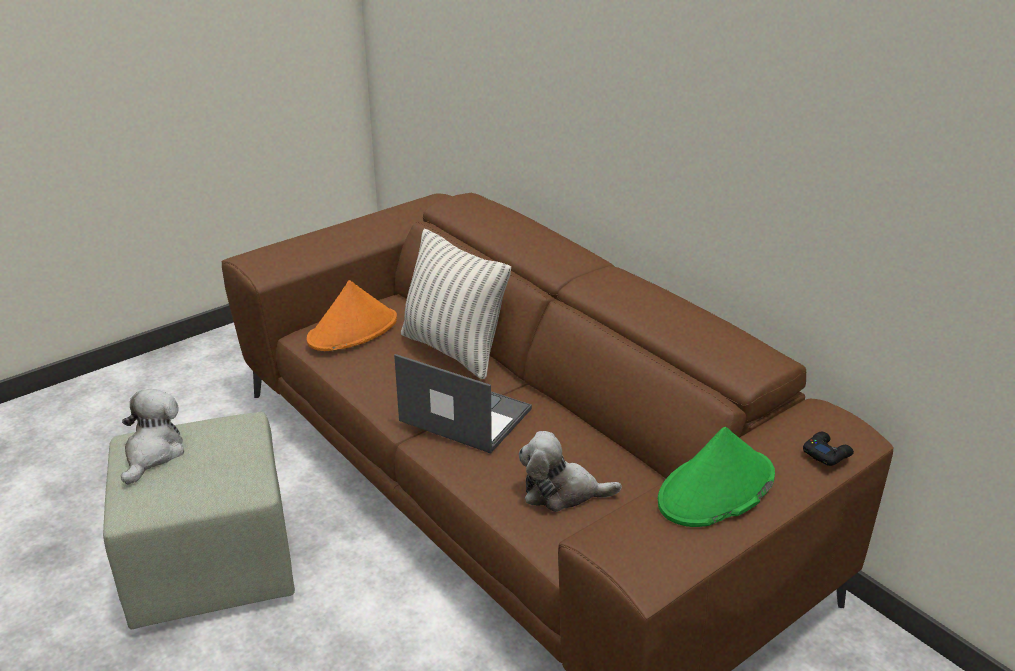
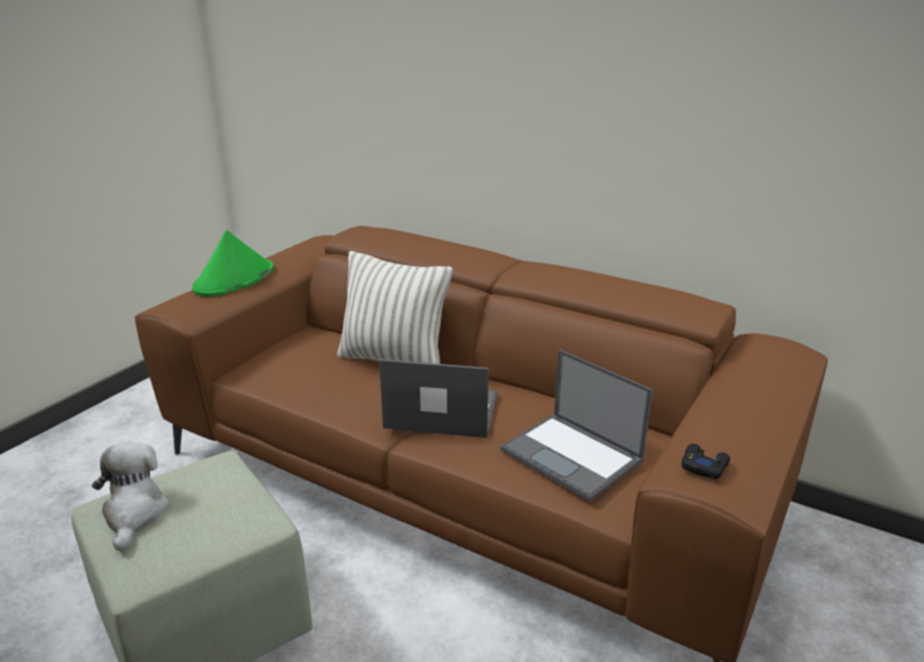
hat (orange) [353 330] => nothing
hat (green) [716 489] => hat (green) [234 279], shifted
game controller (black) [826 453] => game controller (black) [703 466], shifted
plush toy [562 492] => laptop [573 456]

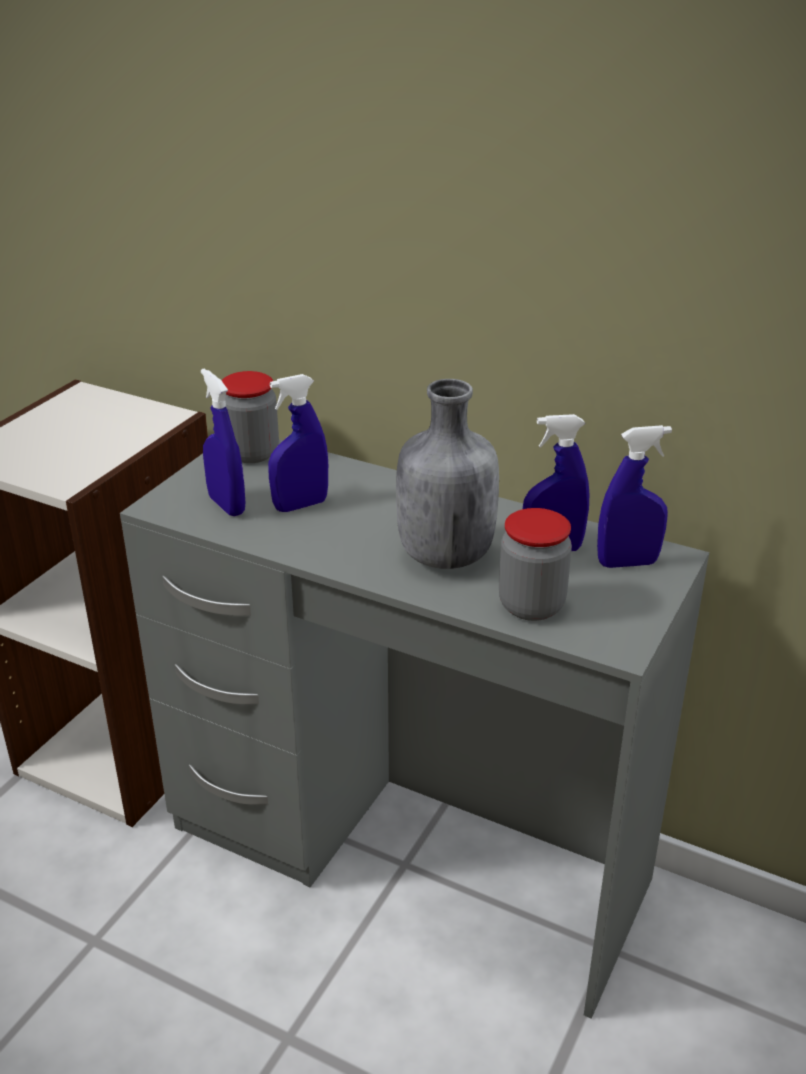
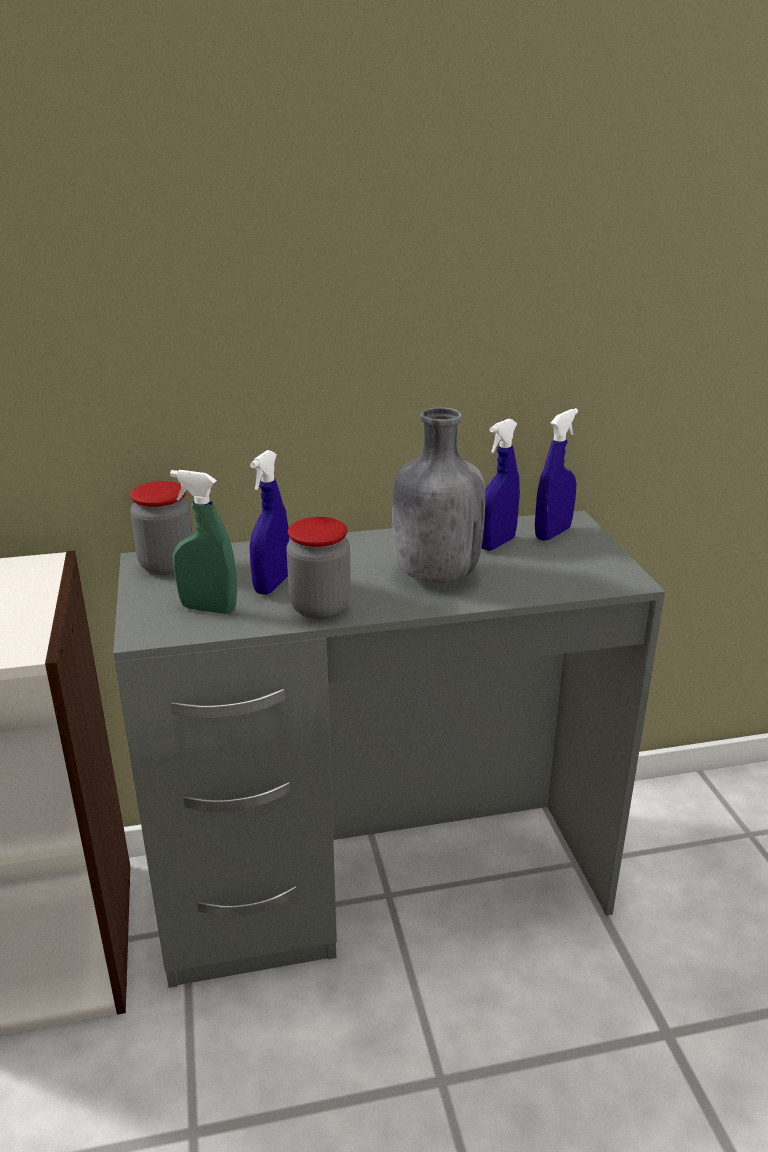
jar [531 605] => jar [320 608], shifted
spray bottle (blue) [226 505] => spray bottle (green) [208 608]

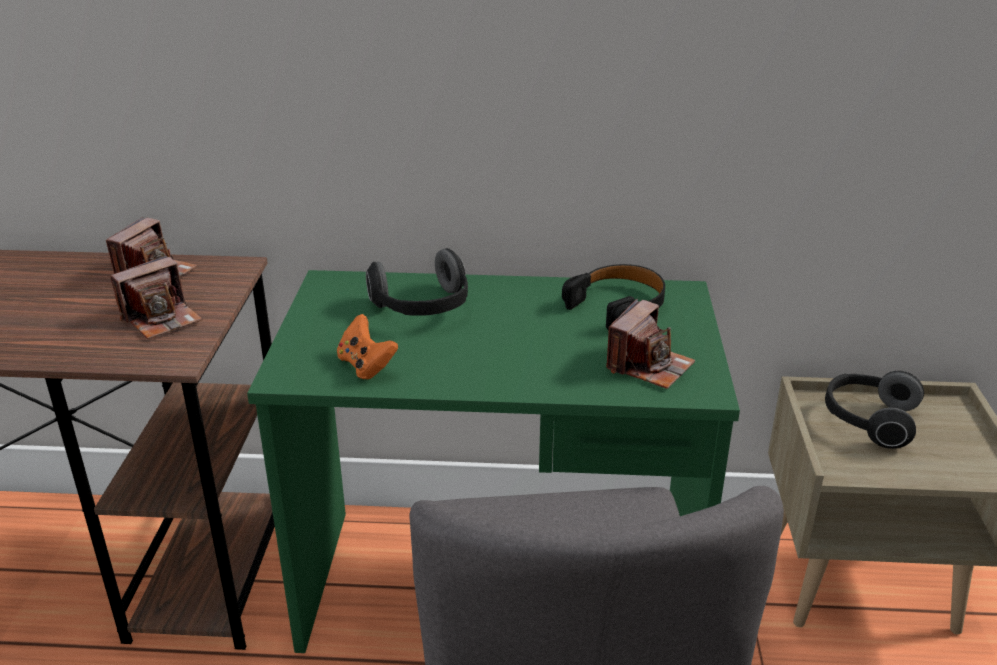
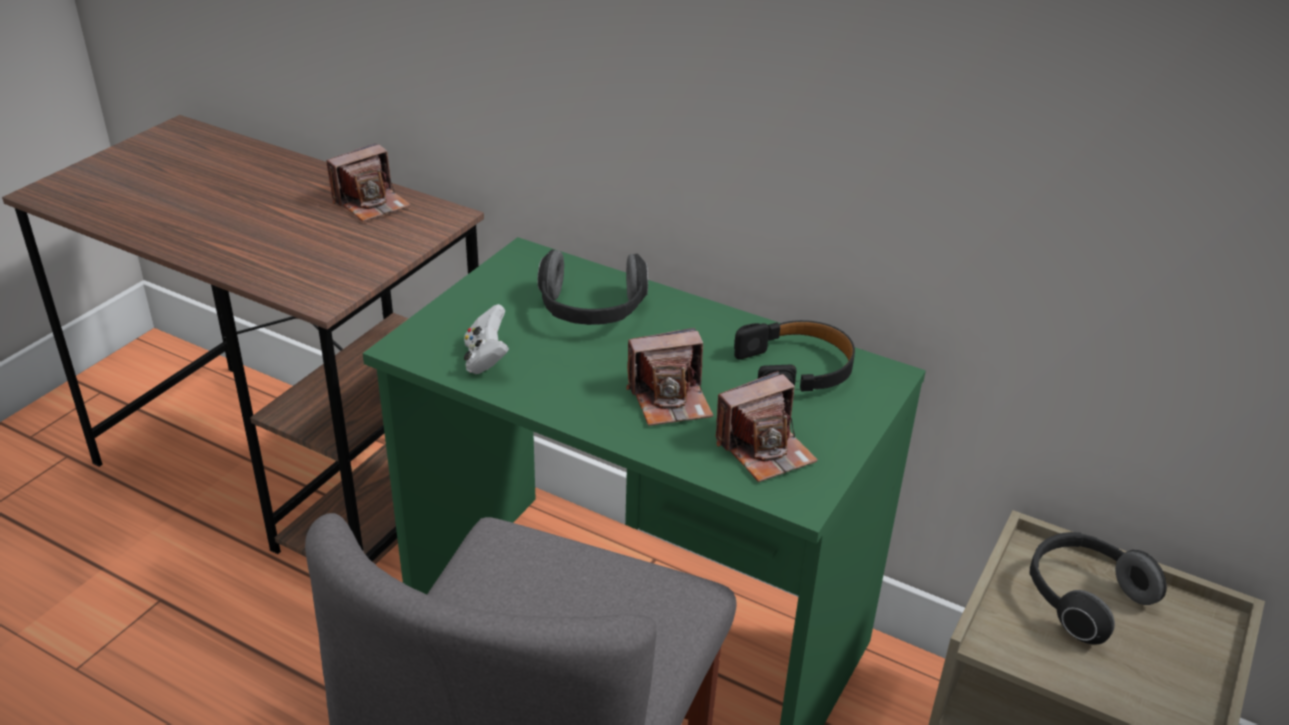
photo camera [162 319] => photo camera [670 400], shifted
game controller (orange) [366 366] => game controller (white) [486 359]

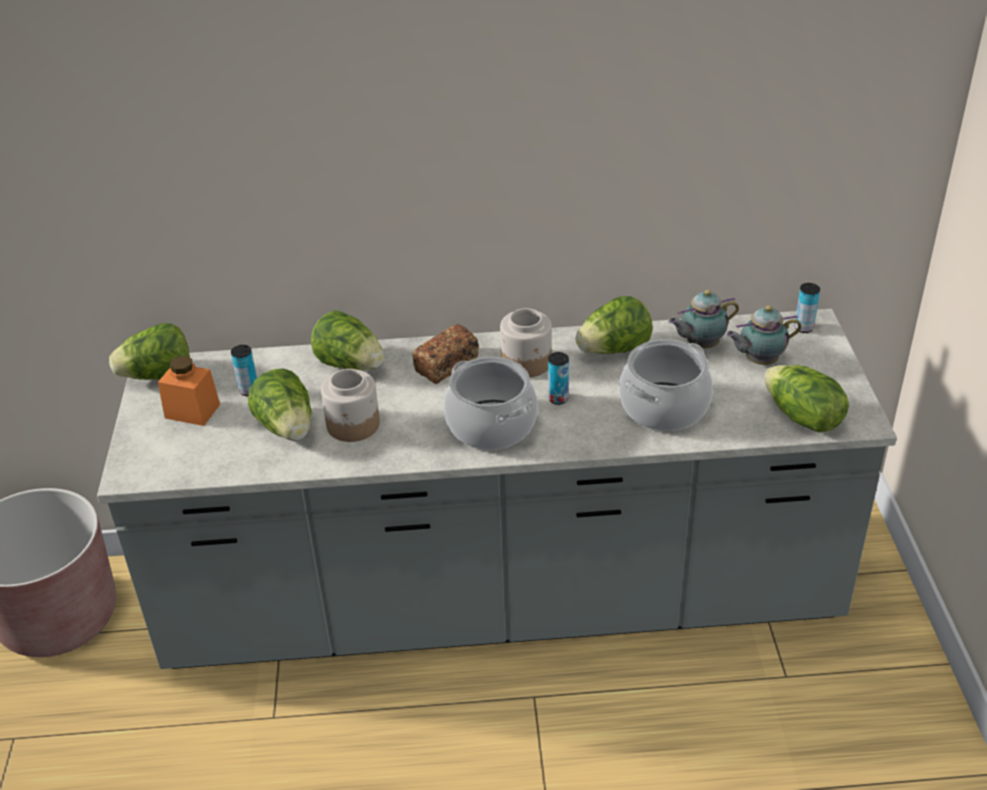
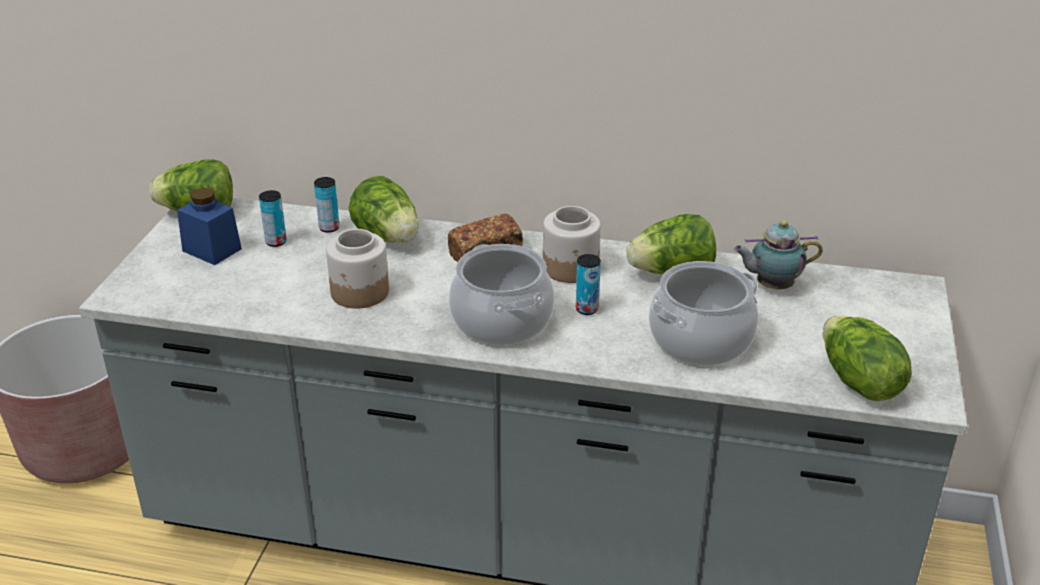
lettuce [287 428] => nothing
teapot [758 361] => nothing
can [803 328] => can [329 228], shifted
jar (orange) [192 411] => jar (blue) [212 250]

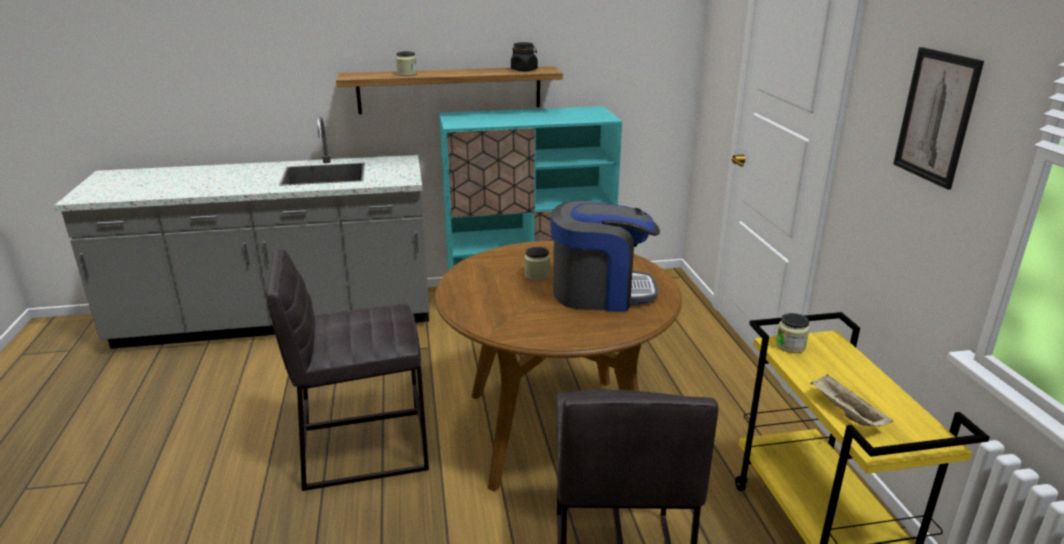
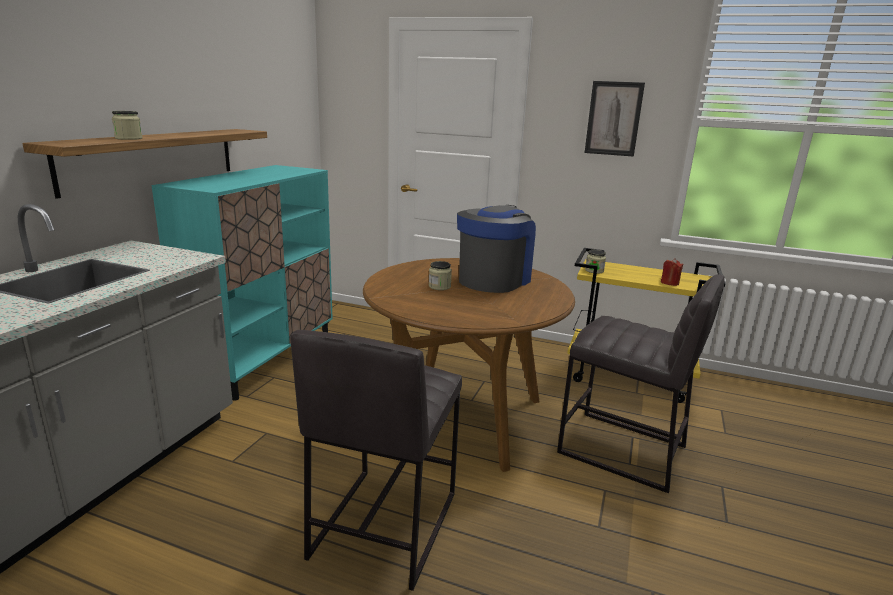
jar (black) [524 70] => nothing
tray (beige) [845 412] => candle (red) [669 283]

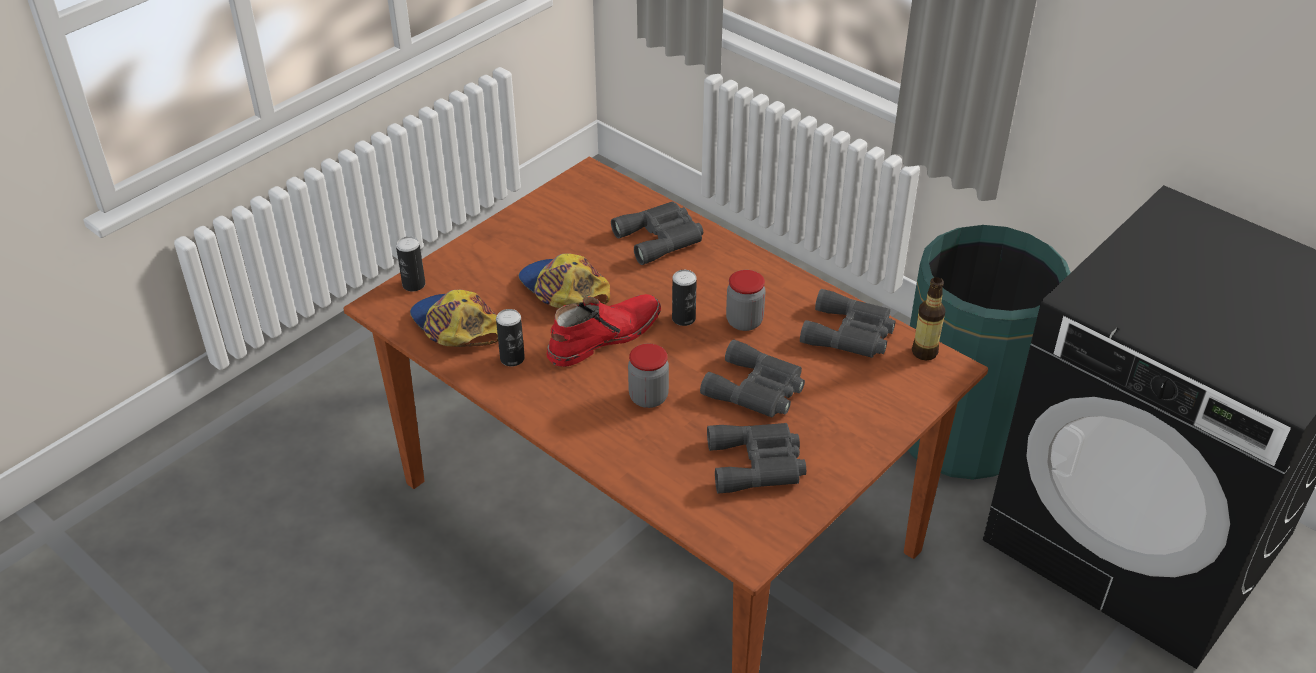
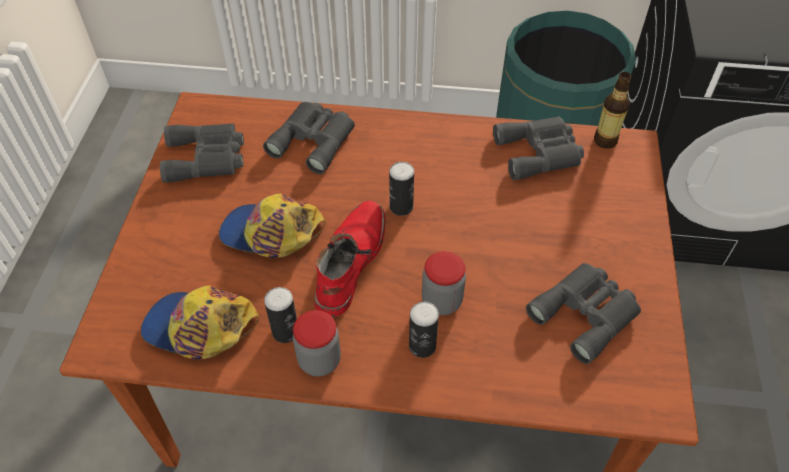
can [414 284] => can [422 346], shifted
binoculars (grey) [757 390] => binoculars (grey) [207 158], shifted
jar [744 321] => jar [319 360], shifted

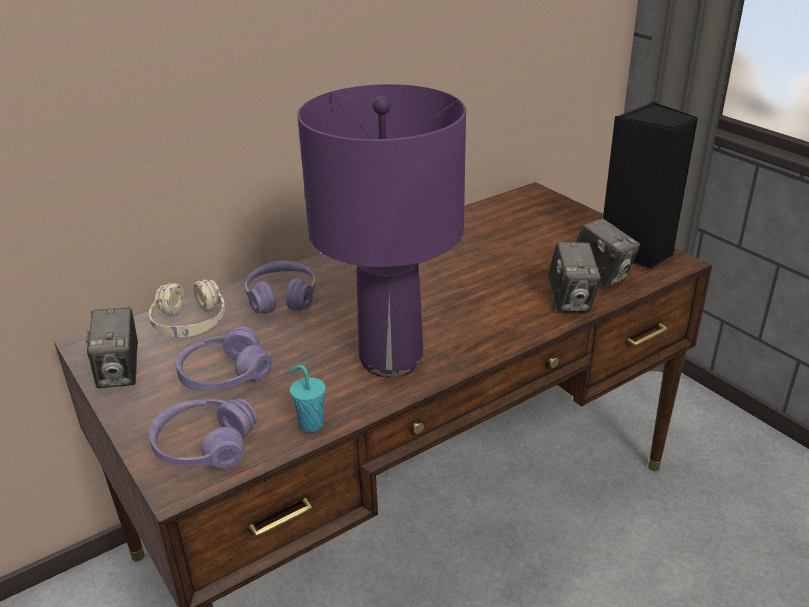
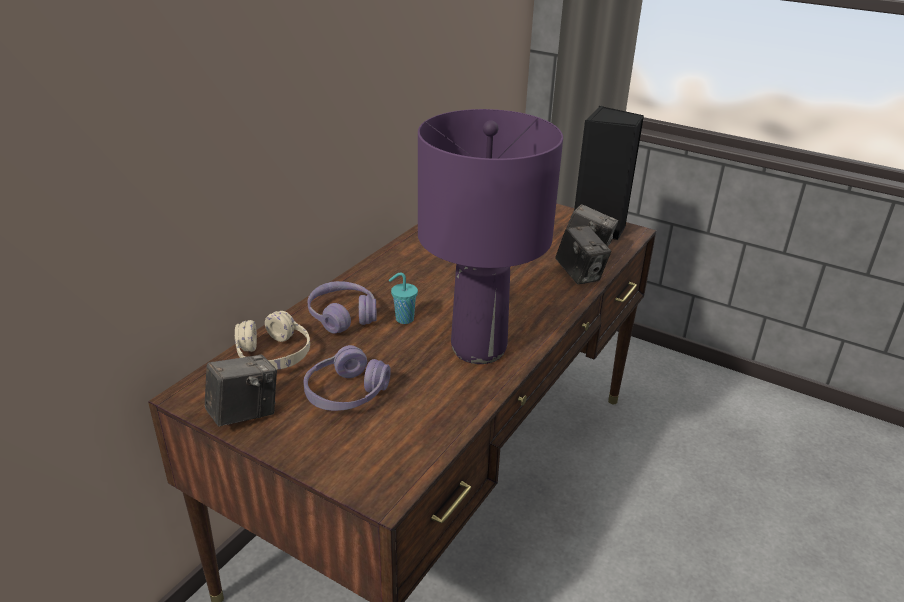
headphones (purple) [204 446] => nothing
cup (turquoise) [310 424] => cup (turquoise) [403 319], shifted
photo camera [120 373] => photo camera [244 414], 90 degrees counterclockwise

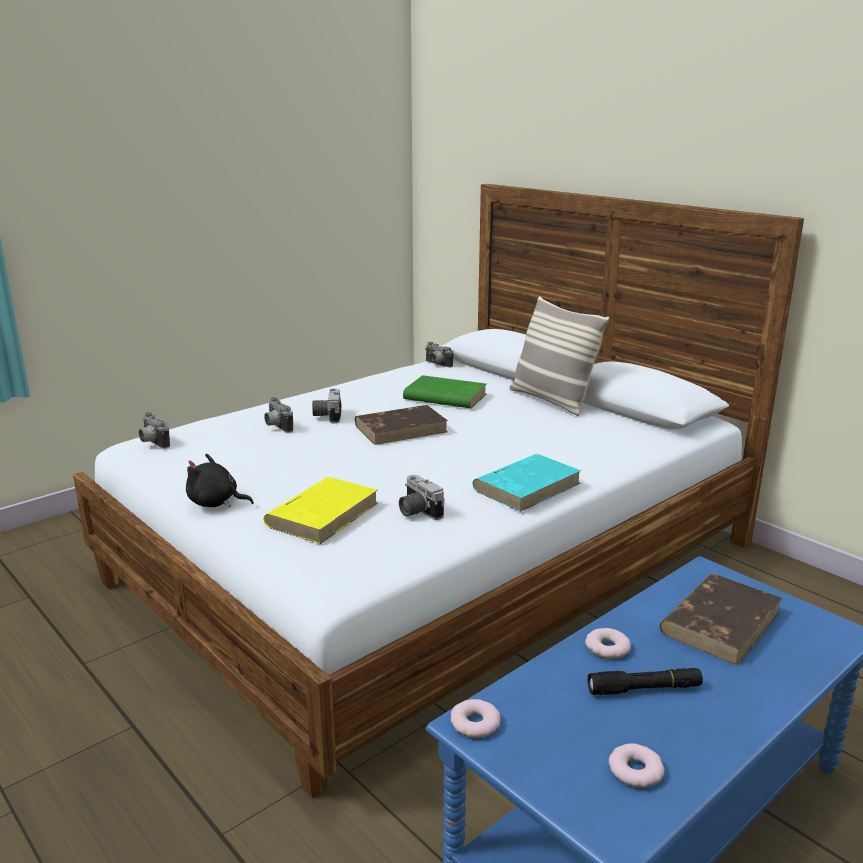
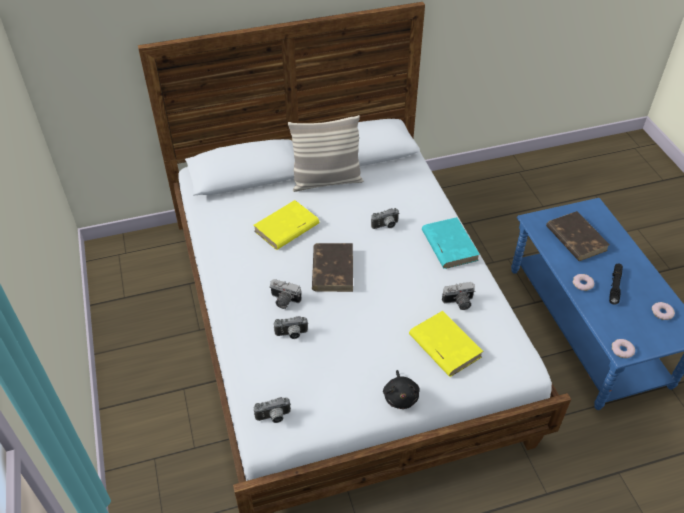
photo camera [436 364] => photo camera [386 226], shifted
book (green) [444 397] => book (yellow) [286 228]
plush toy (black) [216 503] => plush toy (black) [400 396], 45 degrees counterclockwise

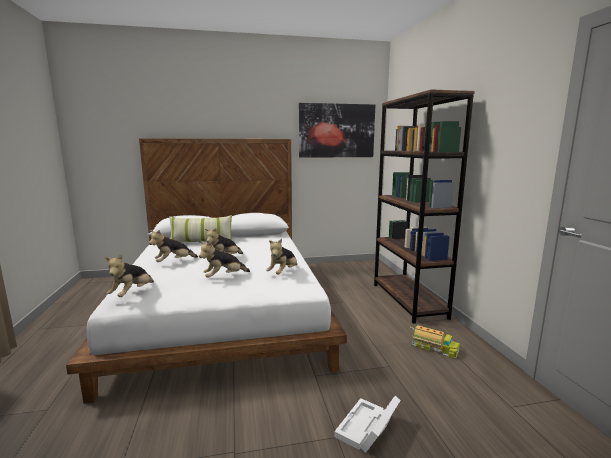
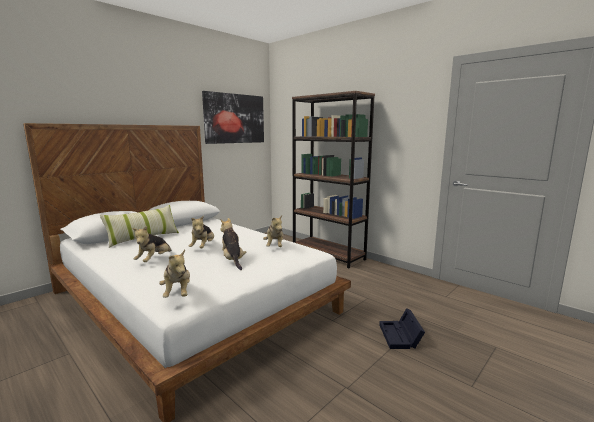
toy truck [434 348] => nothing
storage box (white) [367 430] => storage box (black) [400 337]
plush toy [224 277] => plush toy [233 260], 135 degrees clockwise

